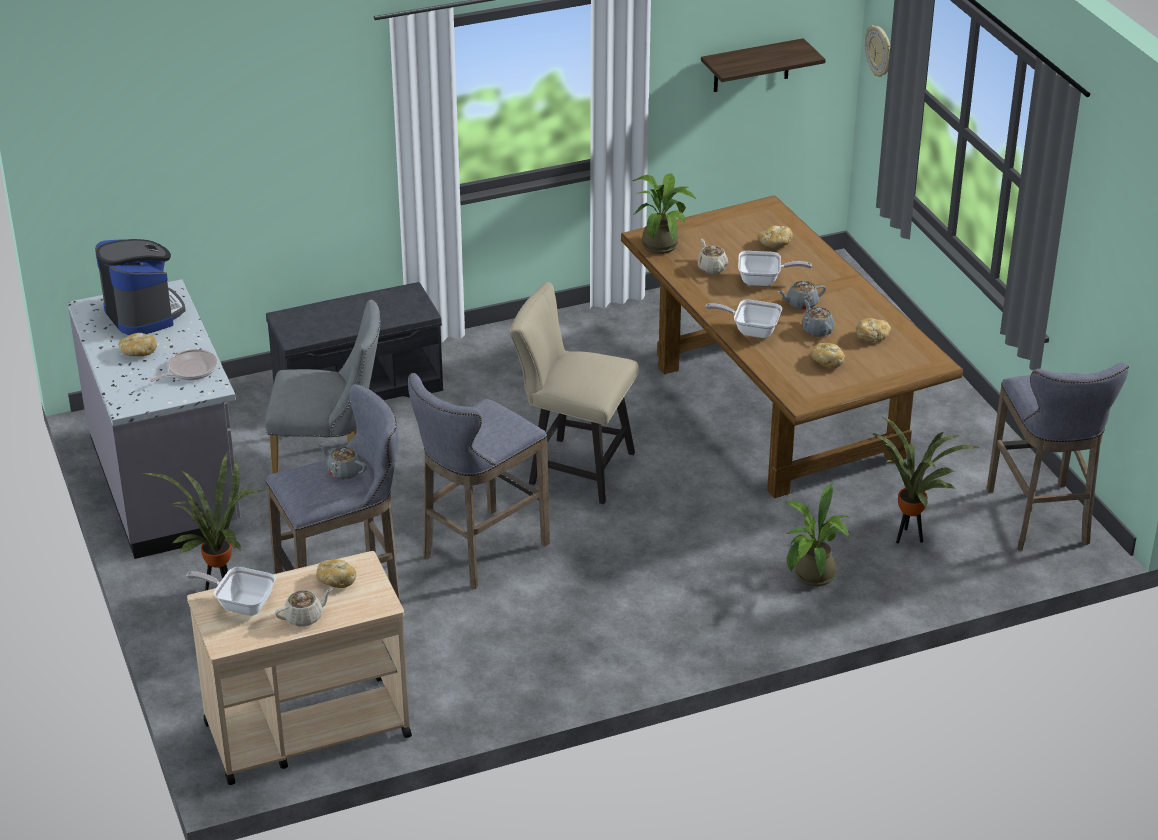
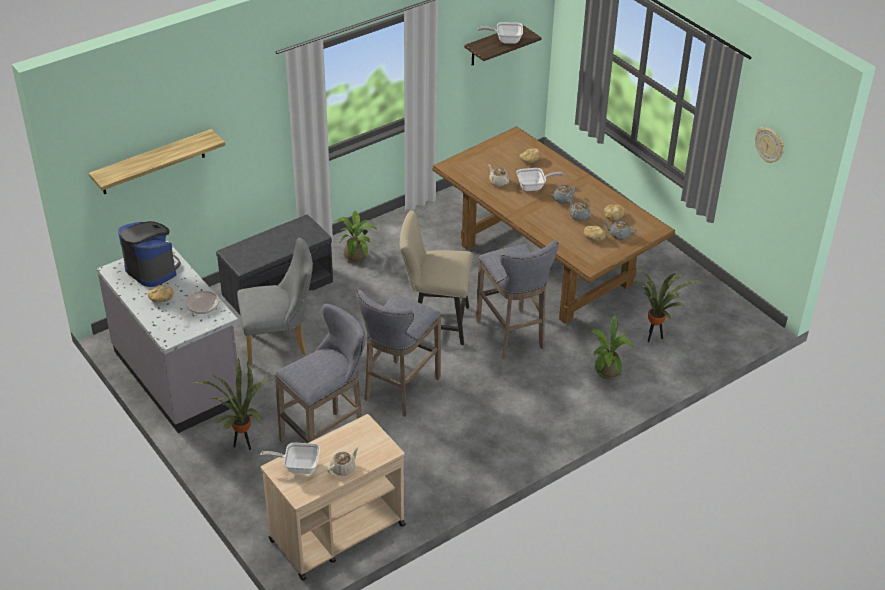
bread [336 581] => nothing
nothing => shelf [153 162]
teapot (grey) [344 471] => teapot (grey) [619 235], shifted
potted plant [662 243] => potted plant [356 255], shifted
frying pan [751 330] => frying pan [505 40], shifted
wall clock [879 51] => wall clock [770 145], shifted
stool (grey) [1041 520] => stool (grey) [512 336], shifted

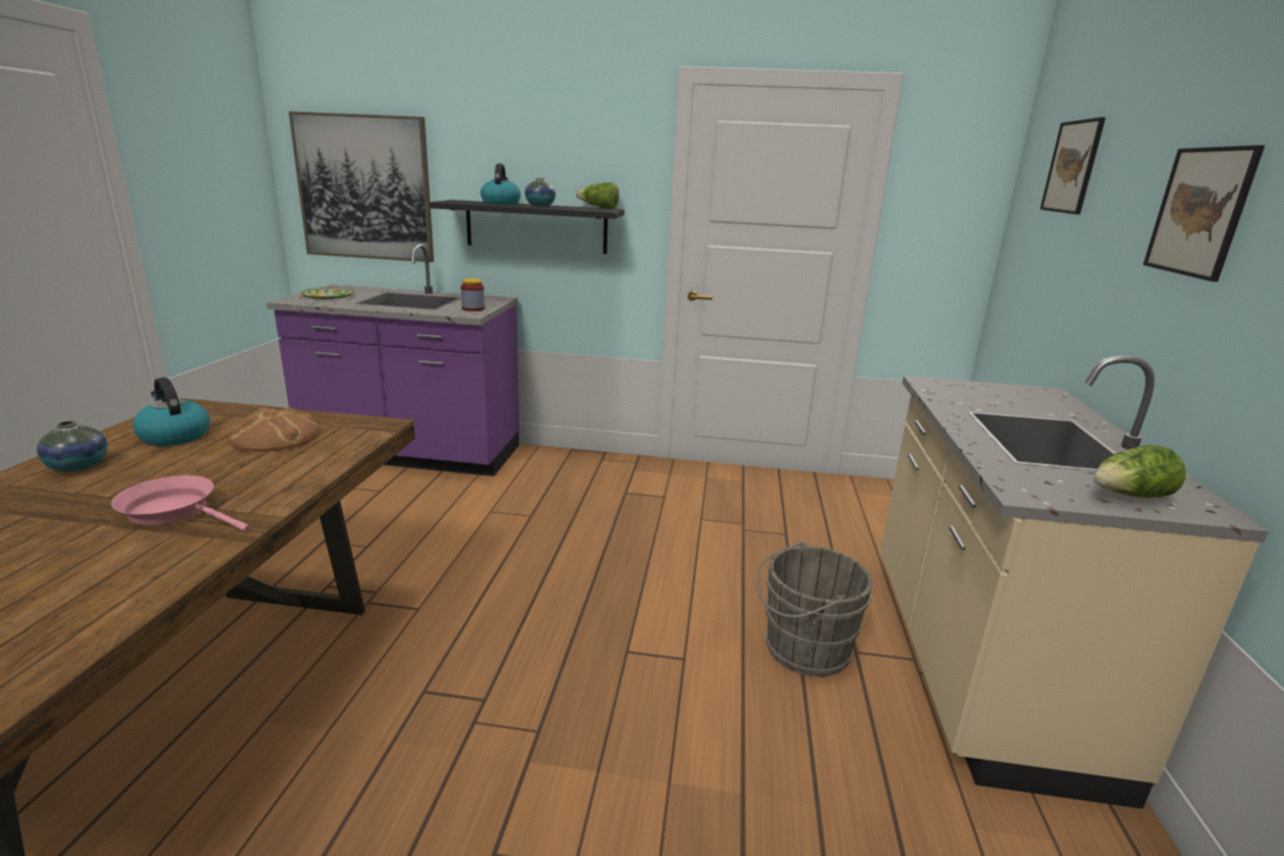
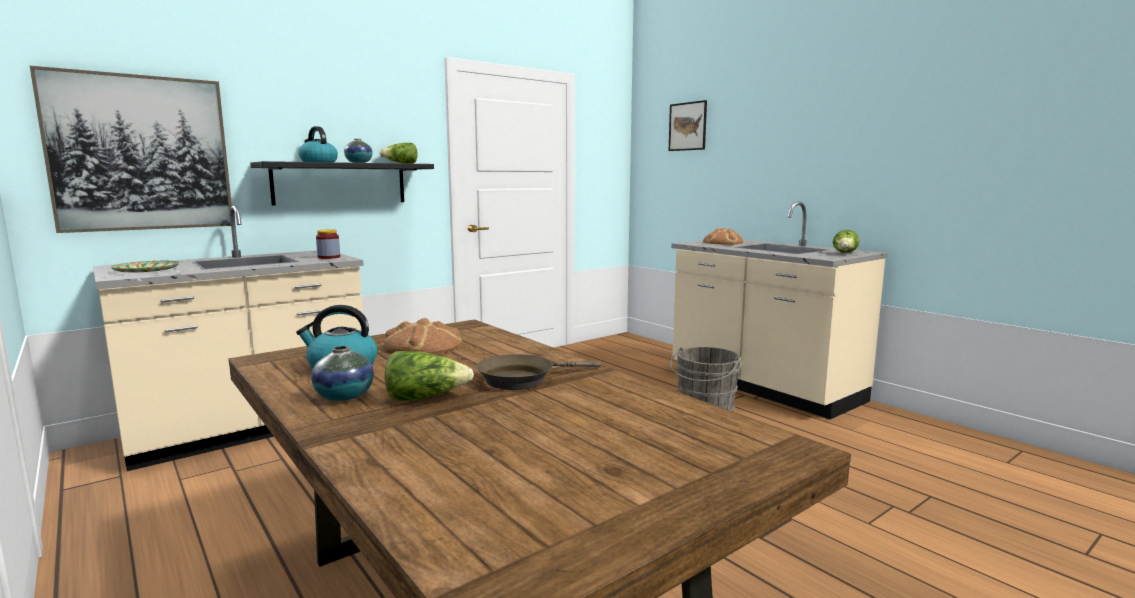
picture [1200 212] => nothing
nothing => lettuce [425 398]
nothing => bread [723 242]
frying pan (pink) [175 511] => frying pan (brown) [522 379]
counter (purple) [412 454] => counter (beige) [250 430]

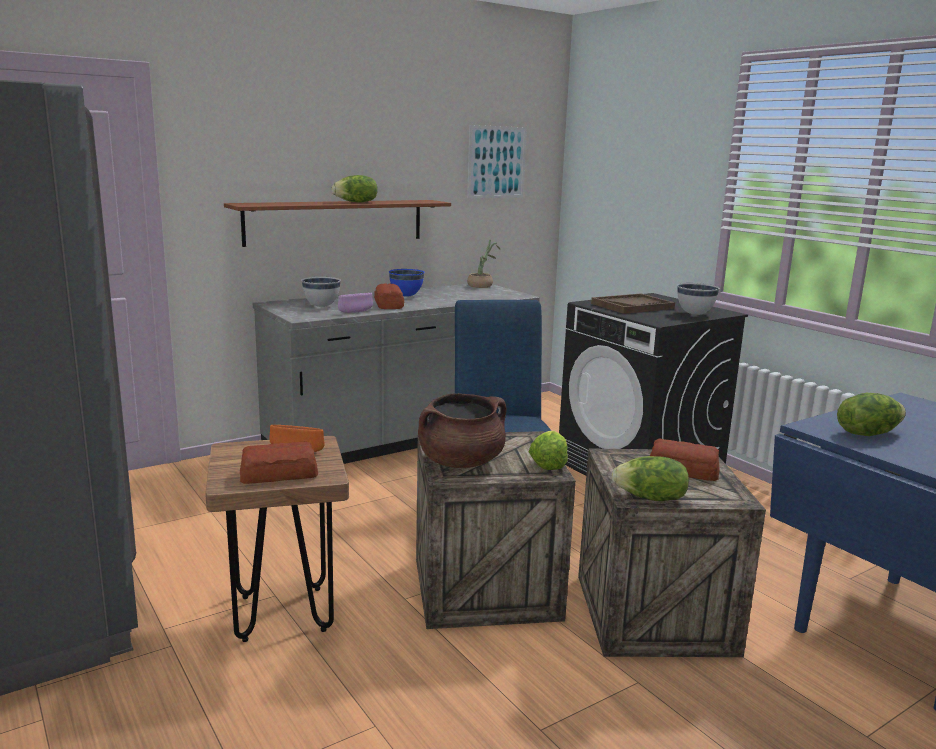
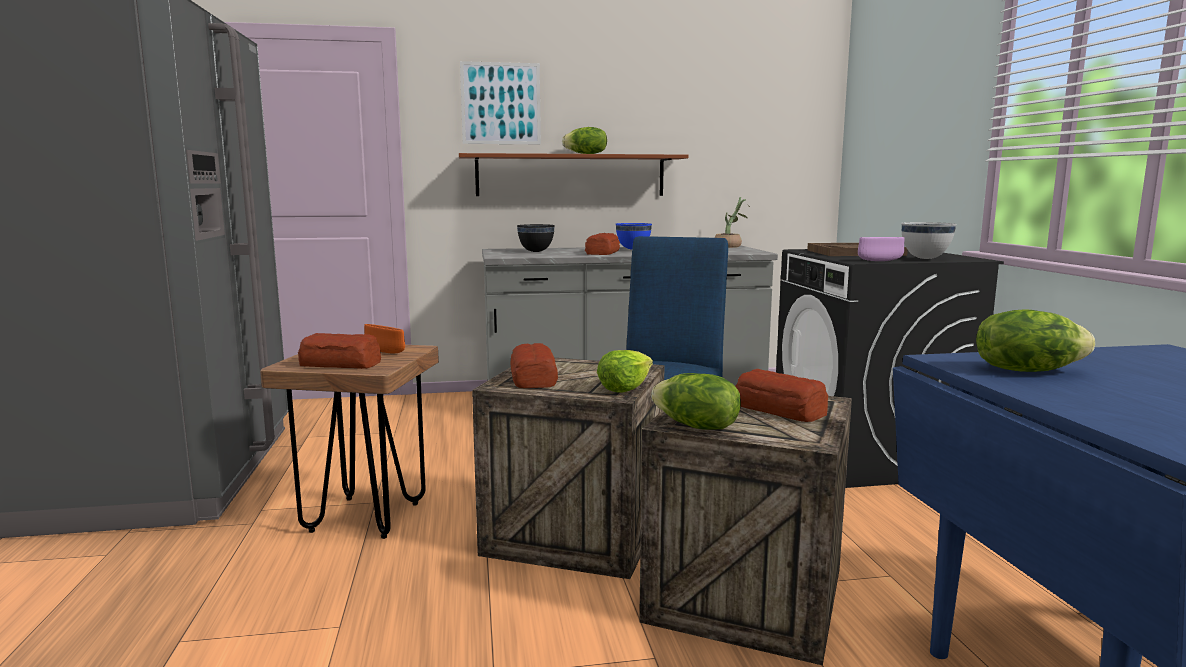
bowl (purple) [355 312] => bowl (purple) [880 261], shifted
picture [496 162] => picture [501 103], shifted
cooking pot (brown) [461 462] => bread [534 378]
bowl (white) [321 306] => bowl (black) [536 252]

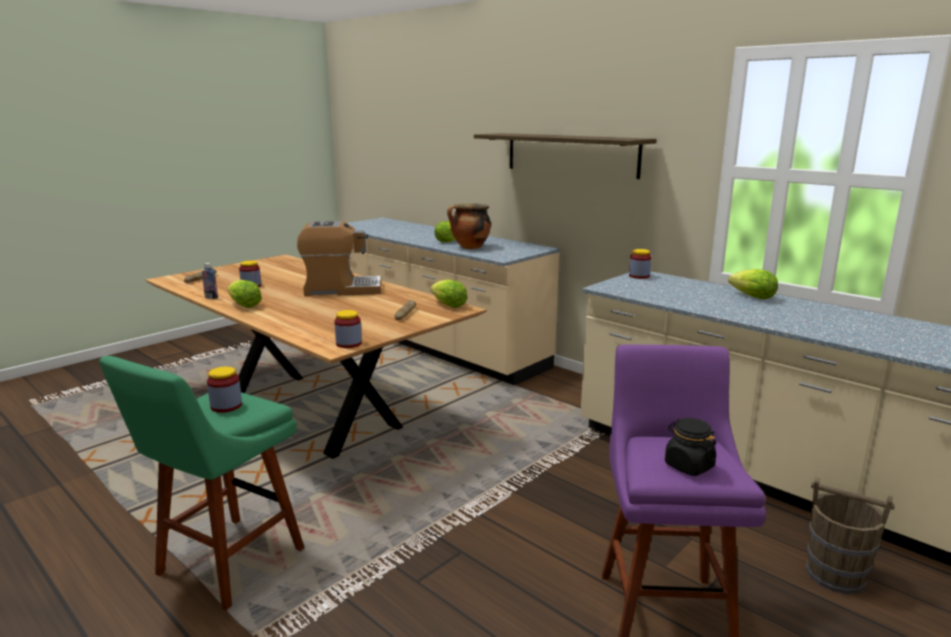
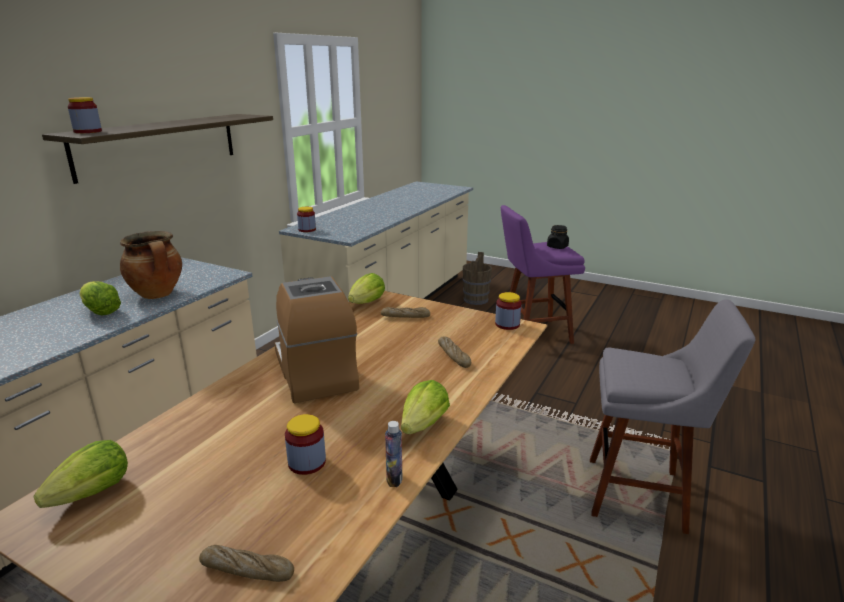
nothing => bread [454 356]
jar [226 406] => jar [88 132], shifted
lettuce [753 297] => lettuce [93 493], shifted
stool (green) [225 565] => stool (grey) [642 495]

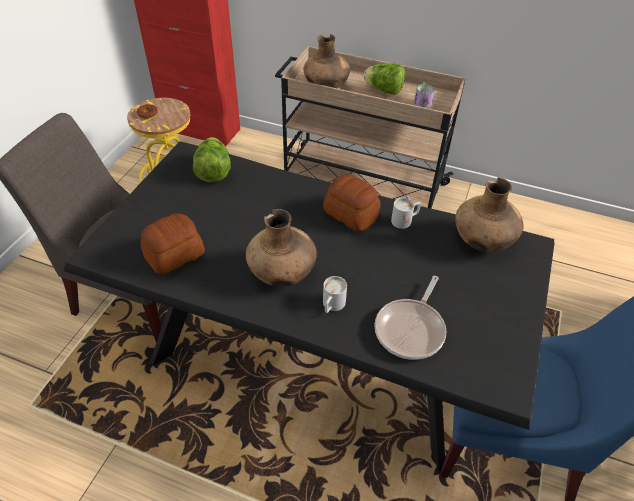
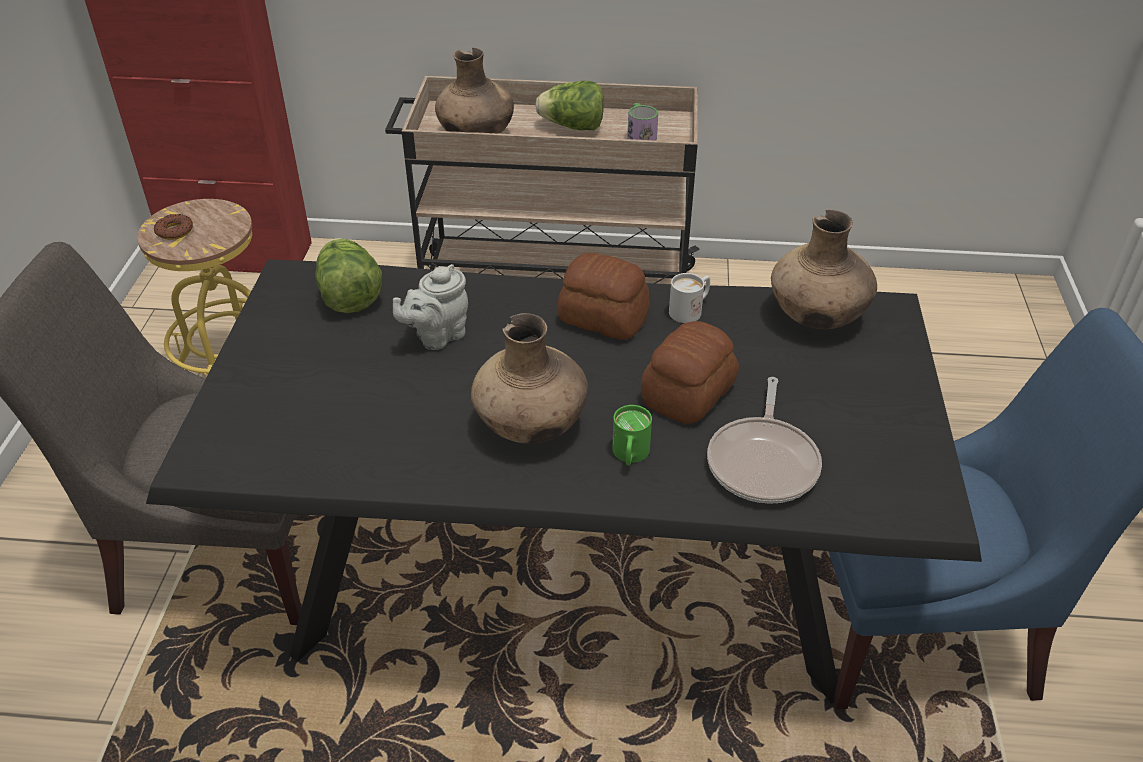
nothing => teapot (grey) [437 336]
bread [173 255] => bread [686 394], shifted
mug (white) [332 306] => mug (green) [630 456]

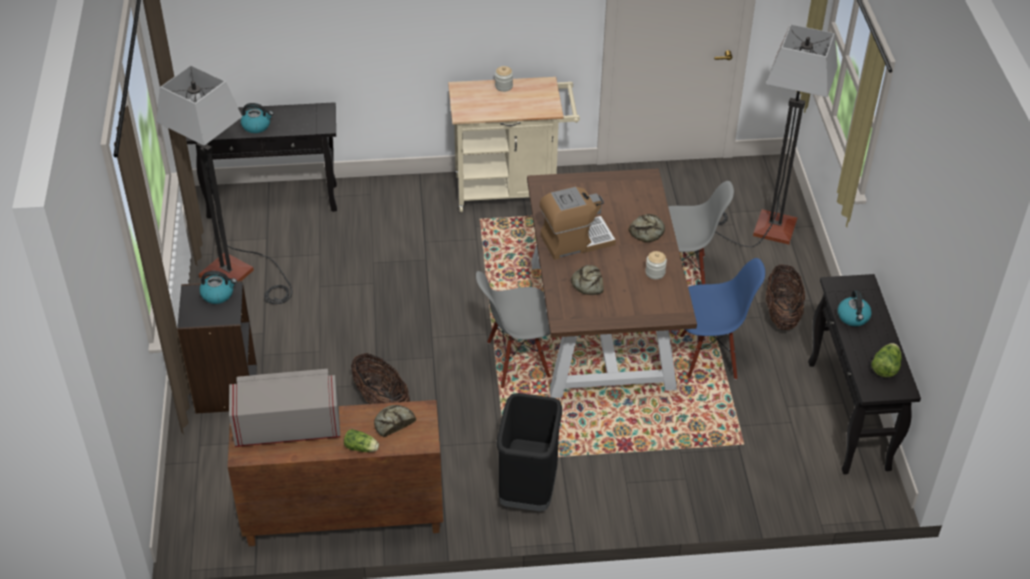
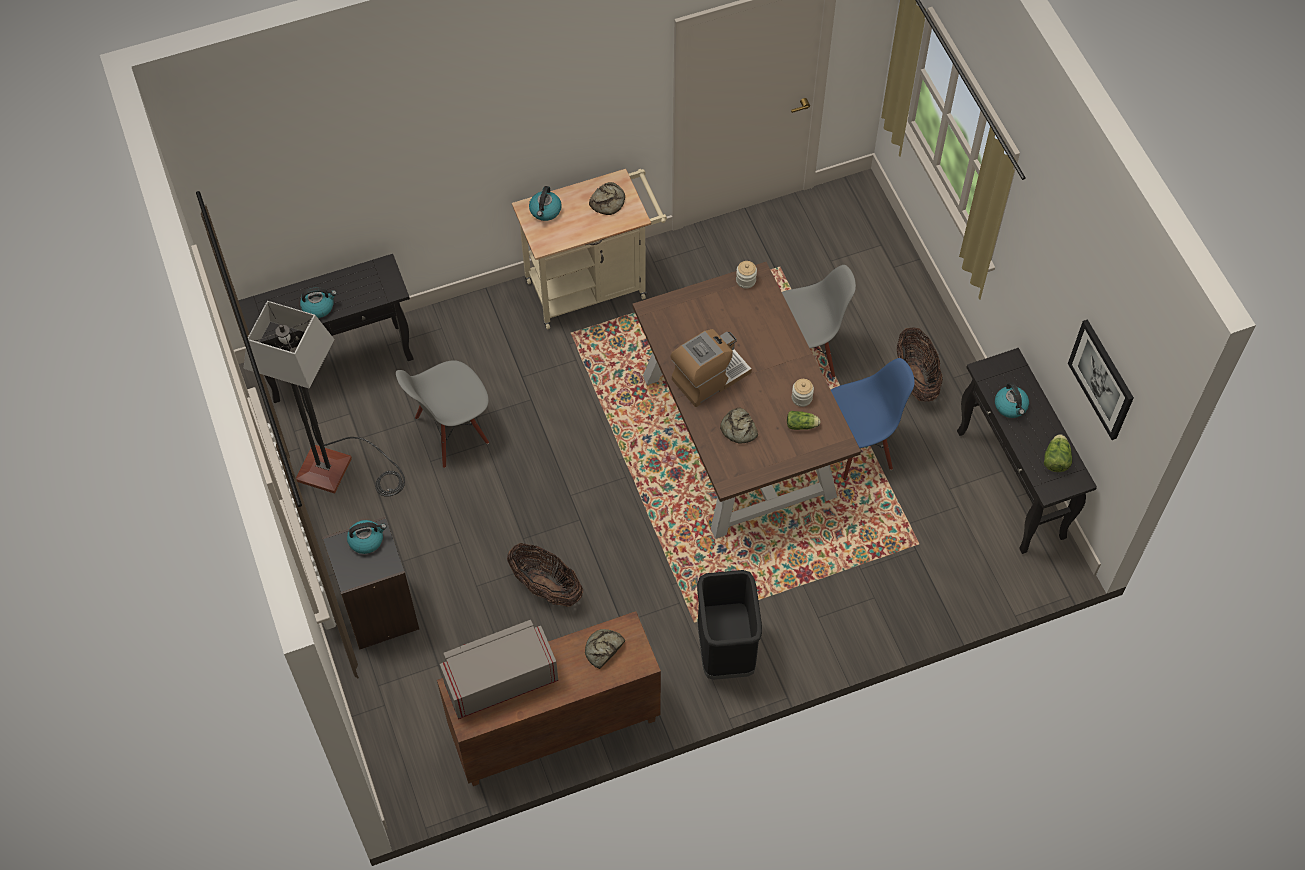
floor lamp [760 227] => nothing
nothing => kettle [545 211]
nothing => picture [1102 379]
lettuce [362 448] => lettuce [802 425], shifted
chair (grey) [517 361] => chair (grey) [451 432], shifted
jar [503 86] => jar [746 280], shifted
bread [648 231] => bread [608 201], shifted

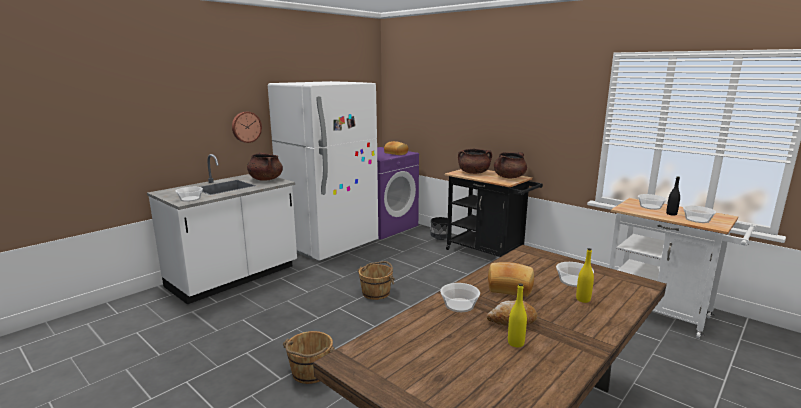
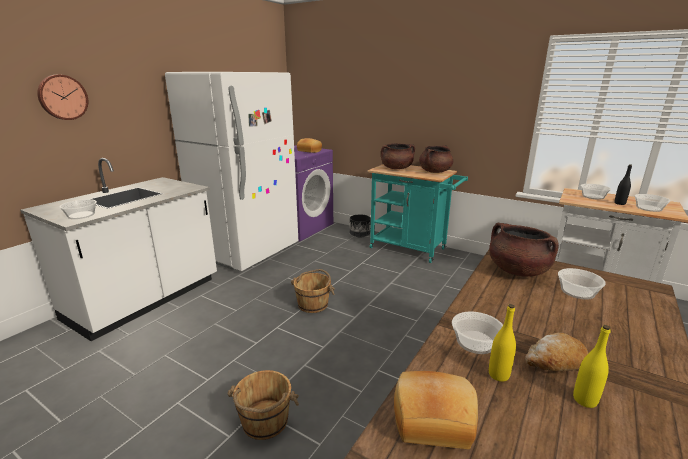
wall clock [246 127] => wall clock [62 97], shifted
cooking pot (brown) [265 179] => cooking pot (brown) [517 271], shifted
bread [510 287] => bread [432 418], shifted
bottle (yellow) [583 299] => bottle (yellow) [498 375], shifted
cart (black) [488 253] => cart (turquoise) [412 249]

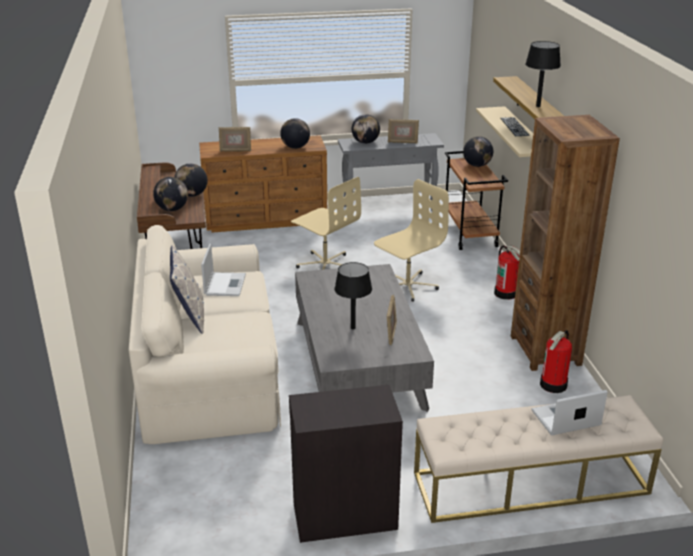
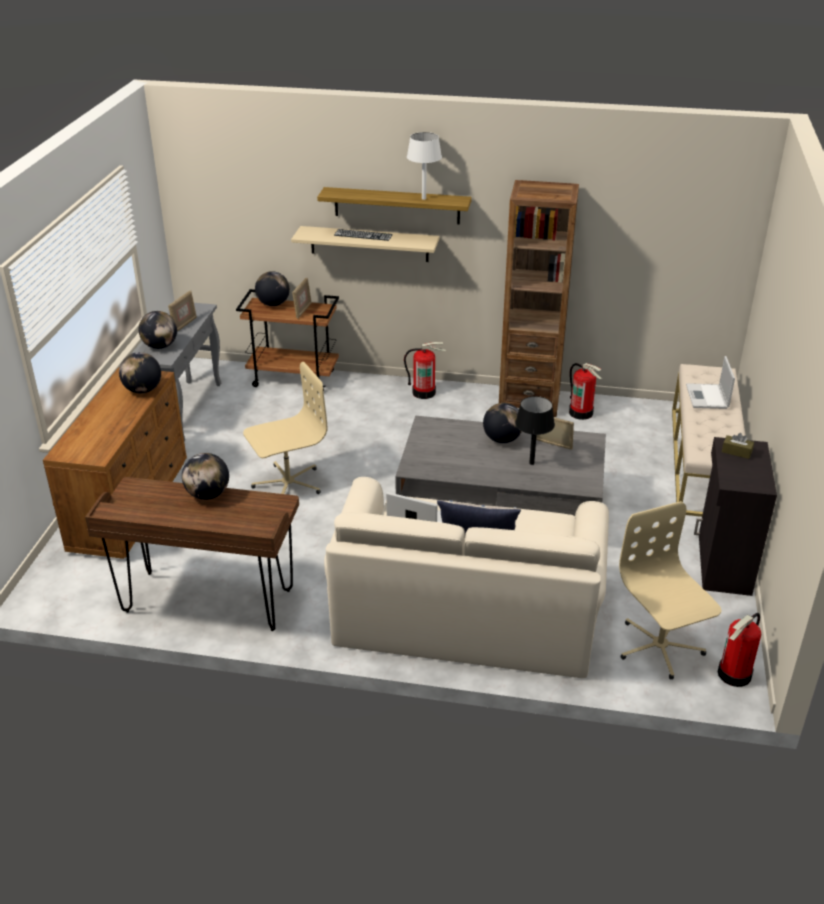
nothing => fire extinguisher [734 675]
nothing => tissue box (brown) [736 452]
globe [172 209] => globe [502 440], shifted
picture frame [235 151] => picture frame [302 311], shifted
office chair (beige) [407 286] => office chair (beige) [659 647], shifted
table lamp (black) [538 106] => table lamp (white) [424 198]

